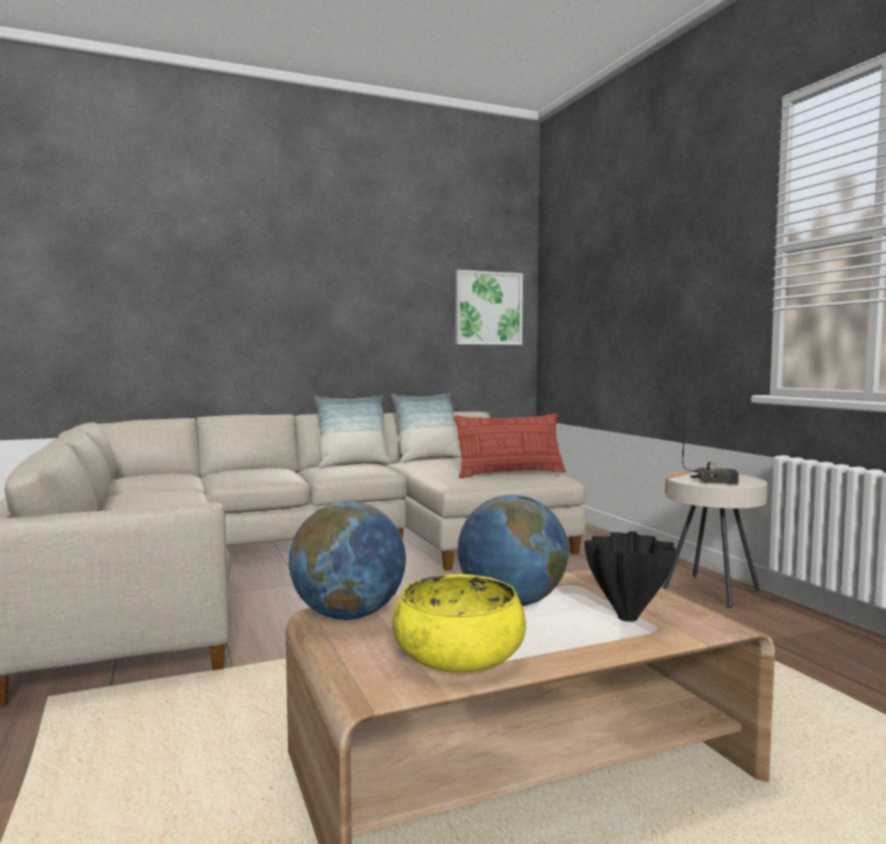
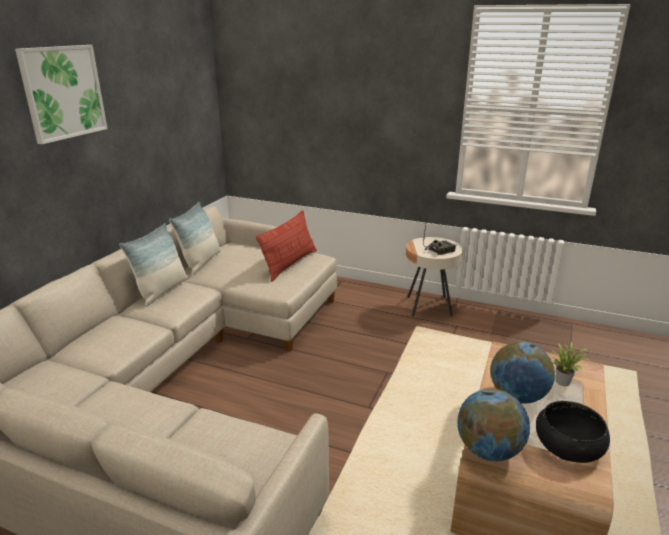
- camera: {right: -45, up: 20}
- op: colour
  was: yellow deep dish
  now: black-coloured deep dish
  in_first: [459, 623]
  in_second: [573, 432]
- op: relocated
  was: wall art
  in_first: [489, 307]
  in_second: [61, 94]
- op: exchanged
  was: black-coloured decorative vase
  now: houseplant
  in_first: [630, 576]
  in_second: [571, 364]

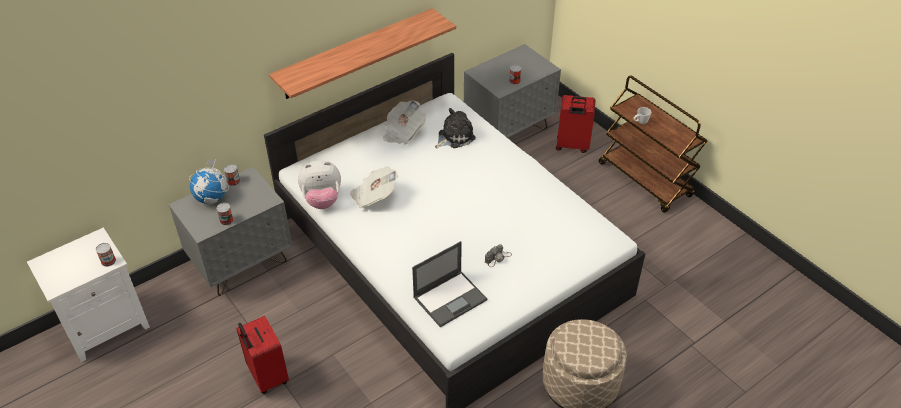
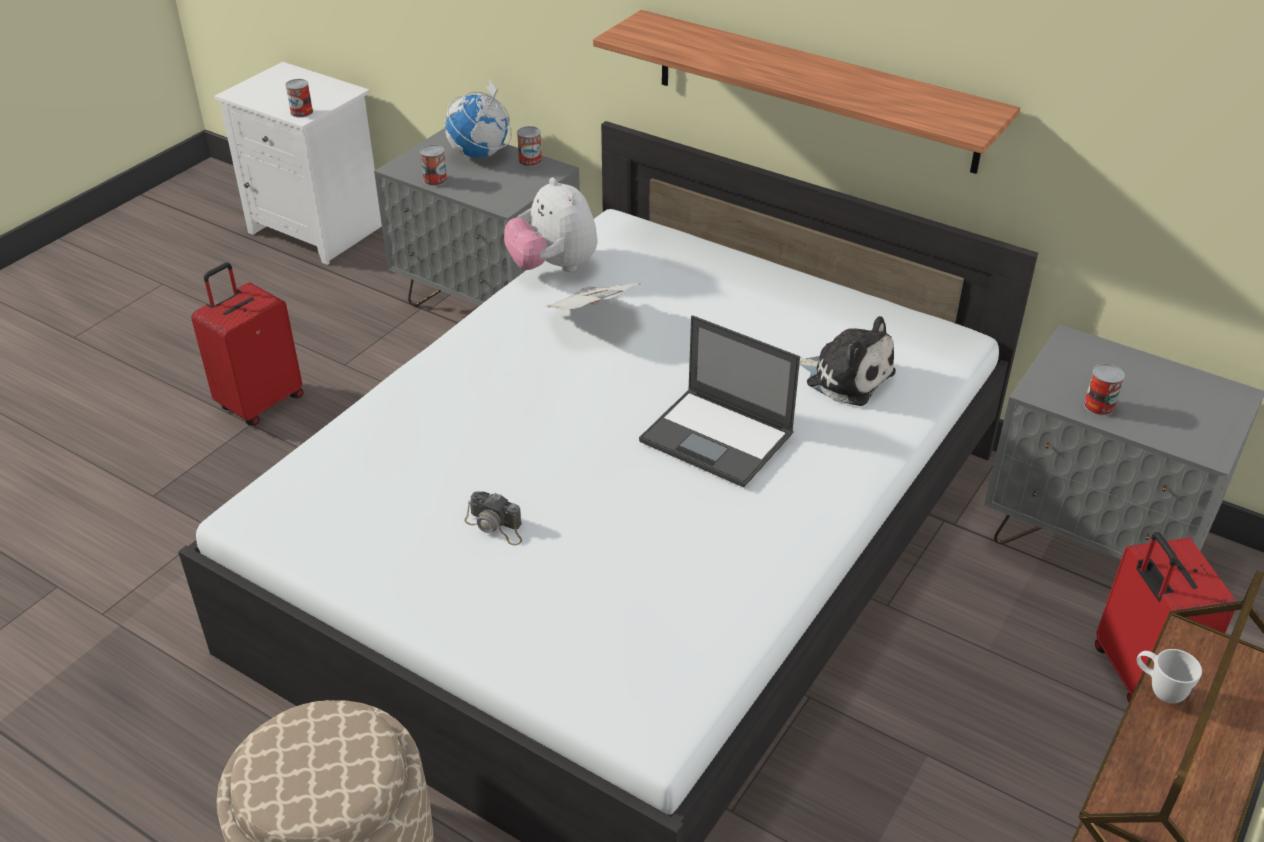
- camera: {right: 70, up: -5}
- op: missing
  was: newspaper
  in_first: [404, 122]
- op: relocated
  was: notebook computer
  in_first: [449, 284]
  in_second: [719, 401]

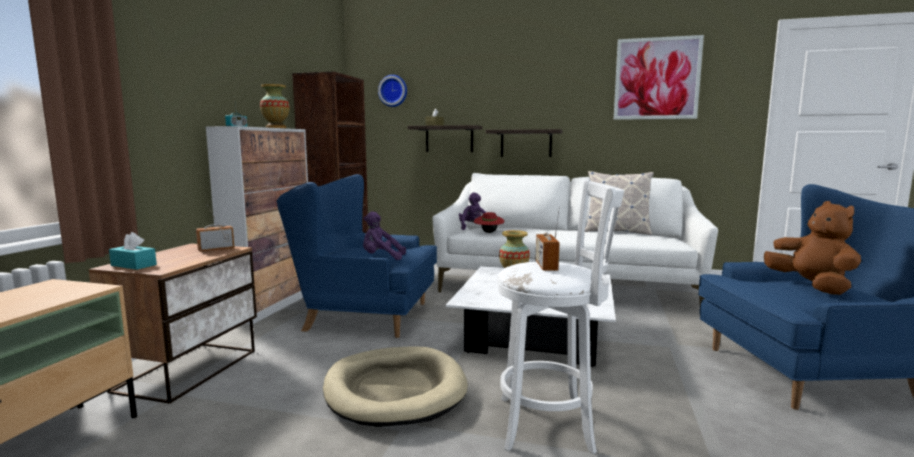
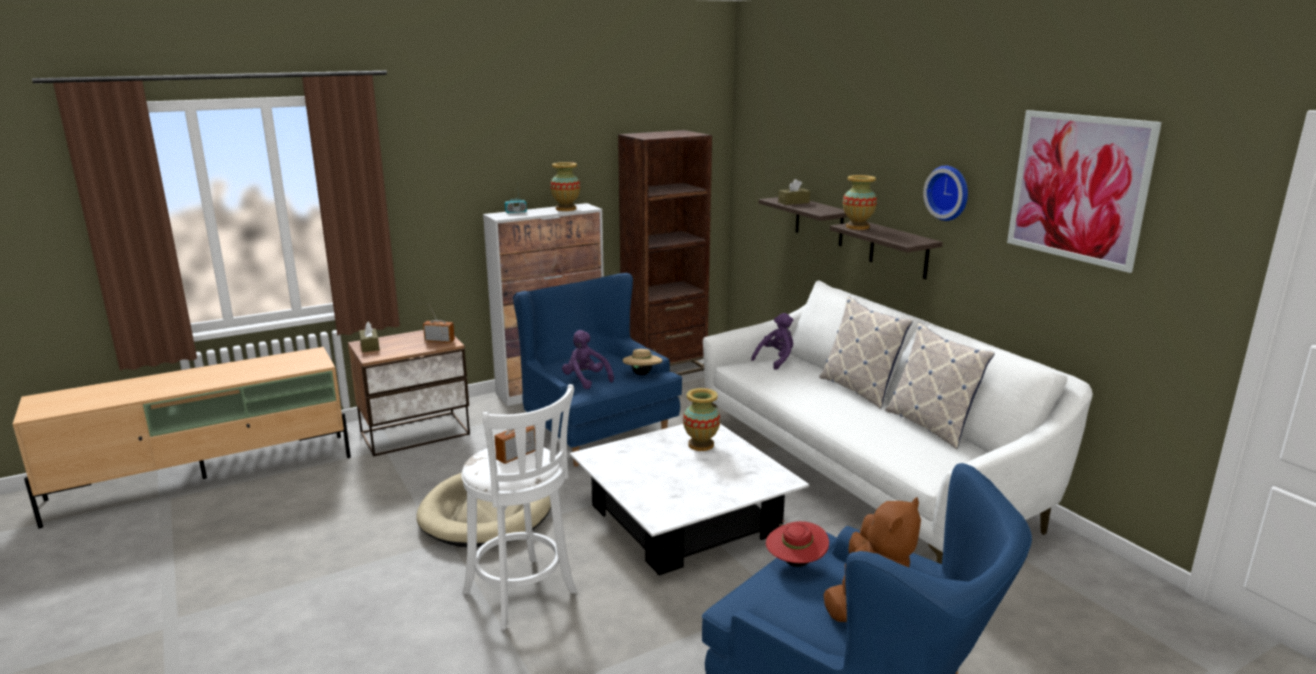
- camera: {right: 45, up: 10}
- op: colour
  was: turquoise box of tissues
  now: brown-coloured box of tissues
  in_first: [133, 251]
  in_second: [369, 337]
- op: relocated
  was: wall clock
  in_first: [392, 91]
  in_second: [945, 193]
- op: relocated
  was: red-coloured hat
  in_first: [489, 222]
  in_second: [797, 543]
- op: appeared
  now: sand-coloured hat
  in_second: [642, 362]
- op: appeared
  now: cushion
  in_second: [865, 352]
- op: appeared
  now: decorative vase
  in_second: [860, 202]

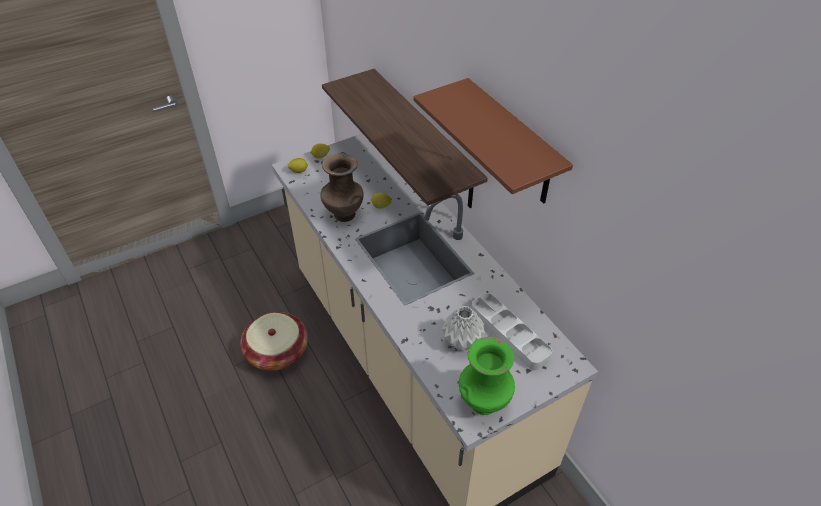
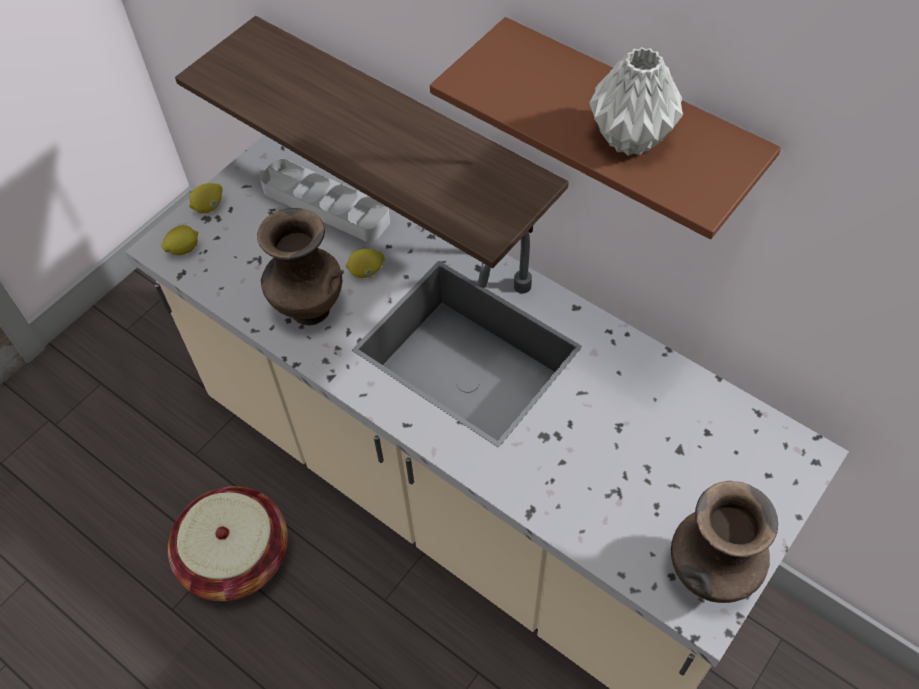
- camera: {right: -20, up: 10}
- op: relocated
  was: grey decorative vase
  in_first: [463, 328]
  in_second: [636, 101]
- op: colour
  was: green decorative vase
  now: brown-coloured decorative vase
  in_first: [487, 376]
  in_second: [724, 542]
- op: relocated
  was: grey serving tray
  in_first: [512, 331]
  in_second: [325, 200]

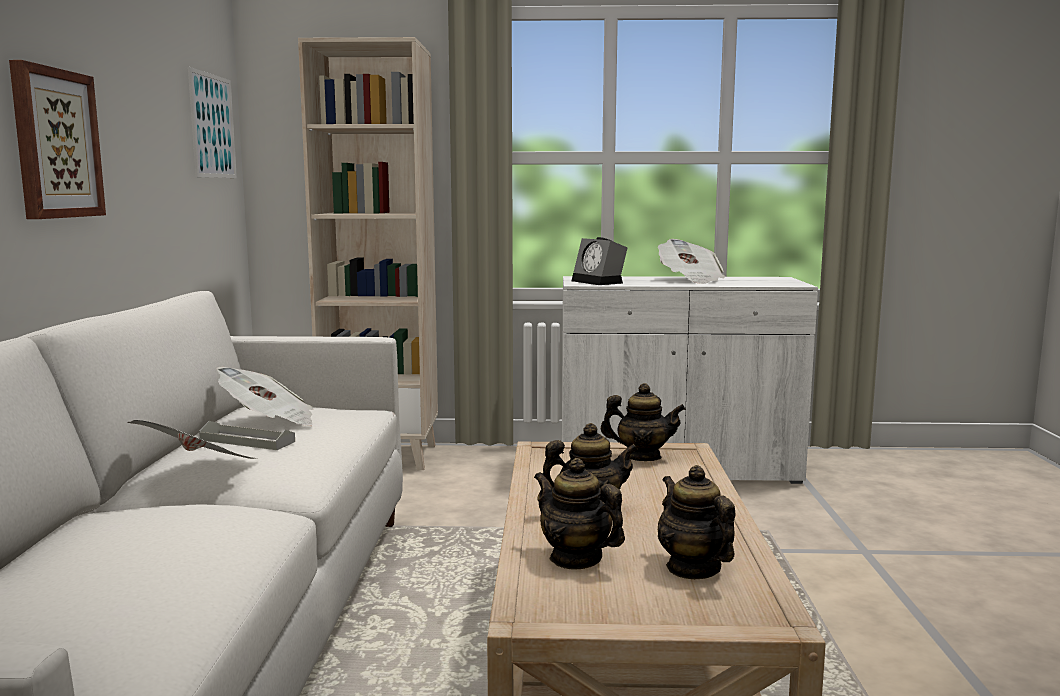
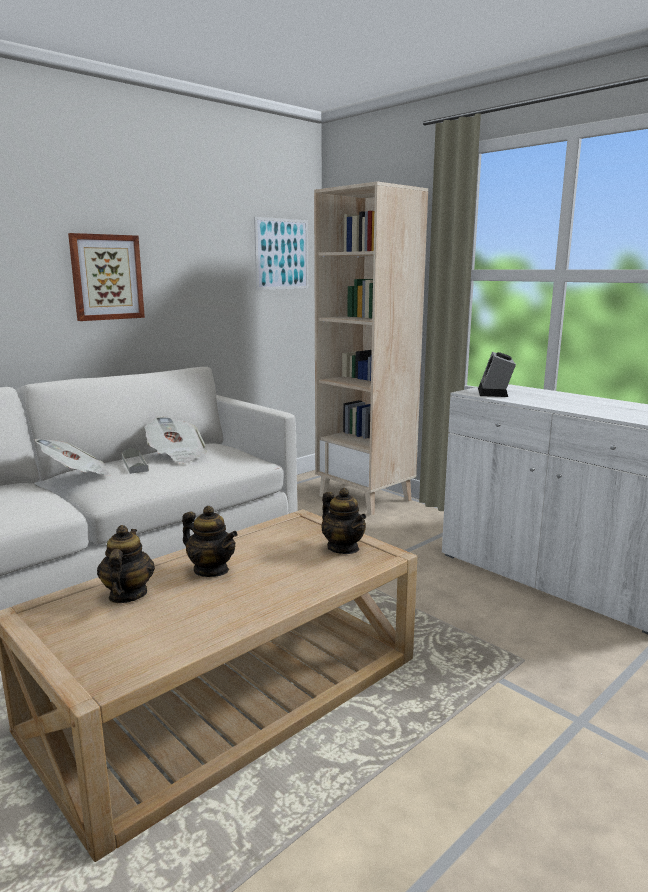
- camera: {right: 45, up: 5}
- op: missing
  was: newspaper
  in_first: [691, 261]
- op: missing
  was: teapot
  in_first: [697, 522]

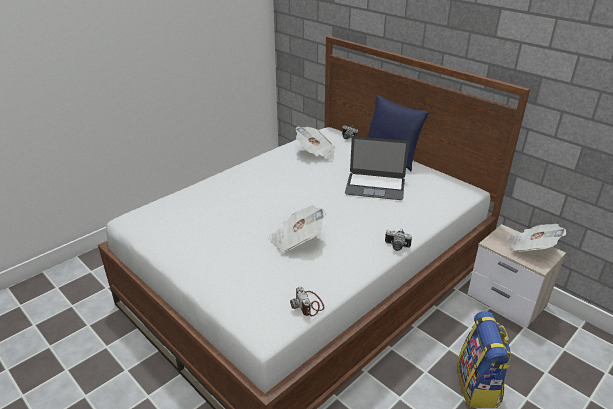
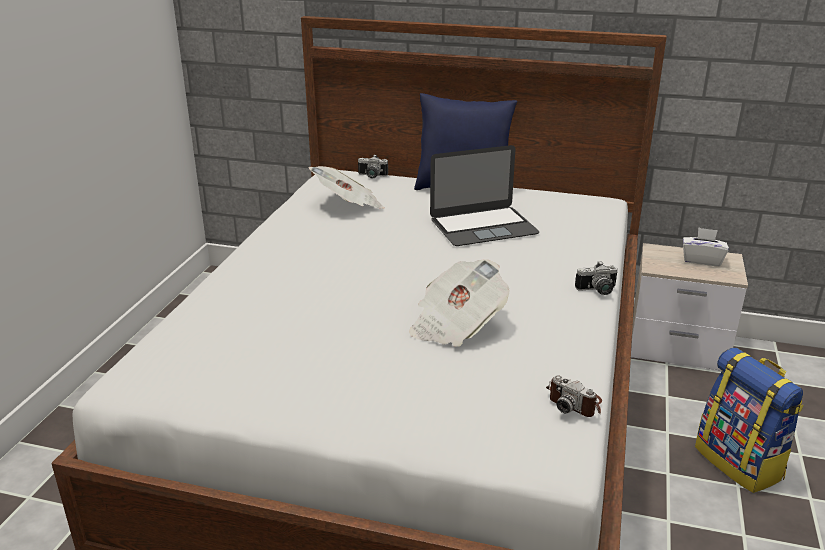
- camera: {right: -30, up: -5}
- op: exchanged
  was: newspaper
  now: white-coloured box of tissues
  in_first: [536, 238]
  in_second: [706, 246]

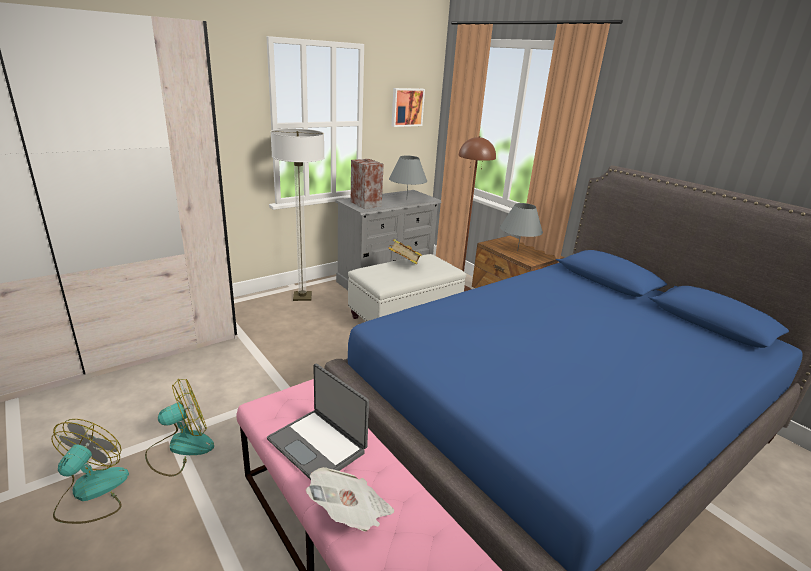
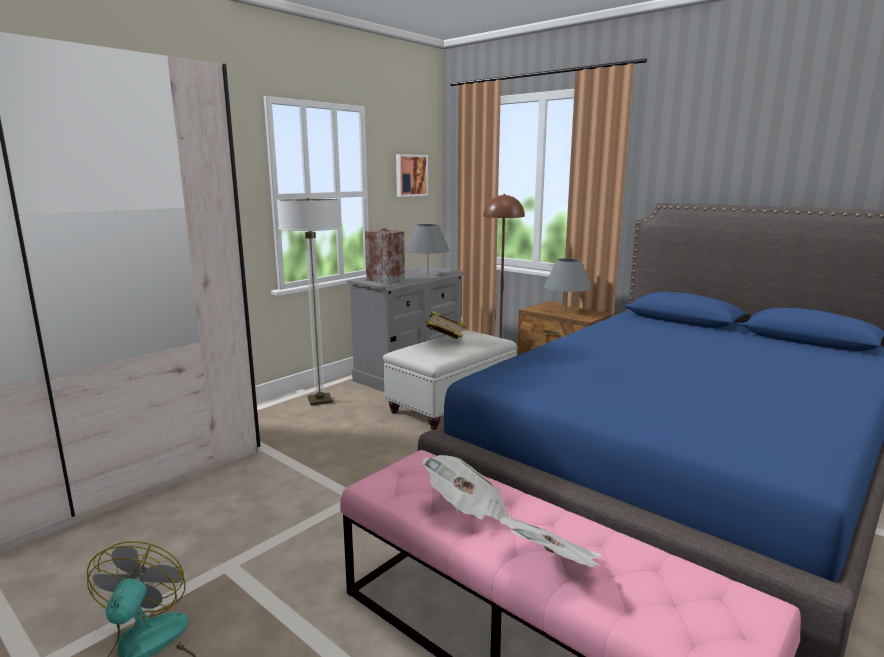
- camera: {right: -10, up: -10}
- op: missing
  was: electric fan
  in_first: [179, 427]
- op: exchanged
  was: notebook computer
  now: newspaper
  in_first: [318, 422]
  in_second: [466, 487]

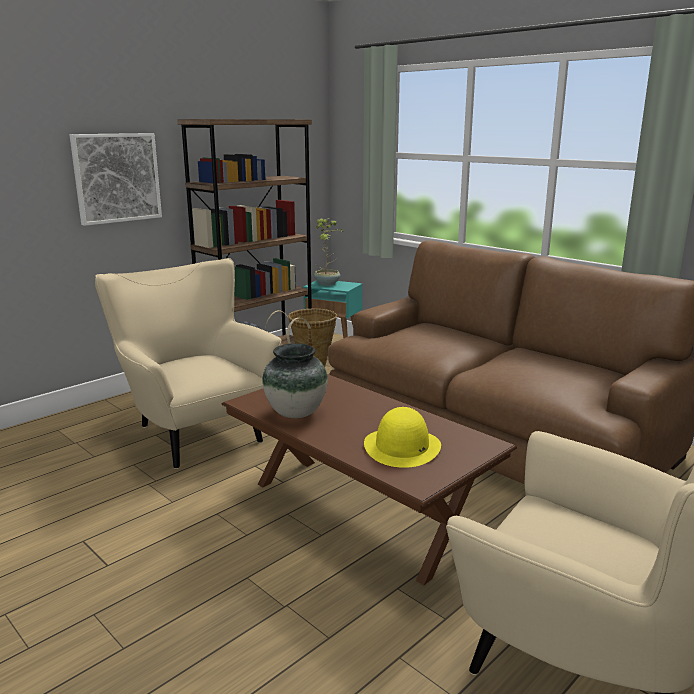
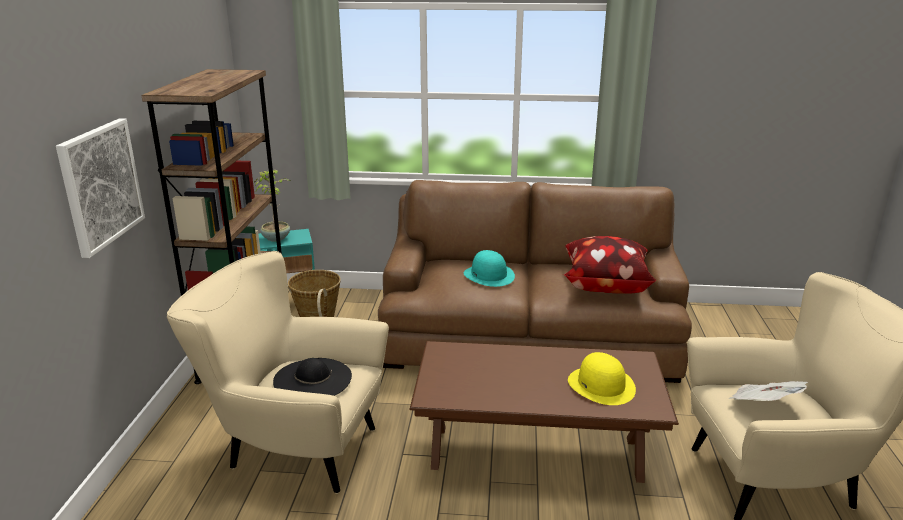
- camera: {right: -40, up: 5}
- op: missing
  was: decorative vase
  in_first: [295, 381]
- op: appeared
  now: black-coloured hat
  in_second: [312, 377]
- op: appeared
  now: turquoise hat
  in_second: [489, 268]
- op: appeared
  now: cushion
  in_second: [609, 265]
- op: appeared
  now: newspaper
  in_second: [768, 391]

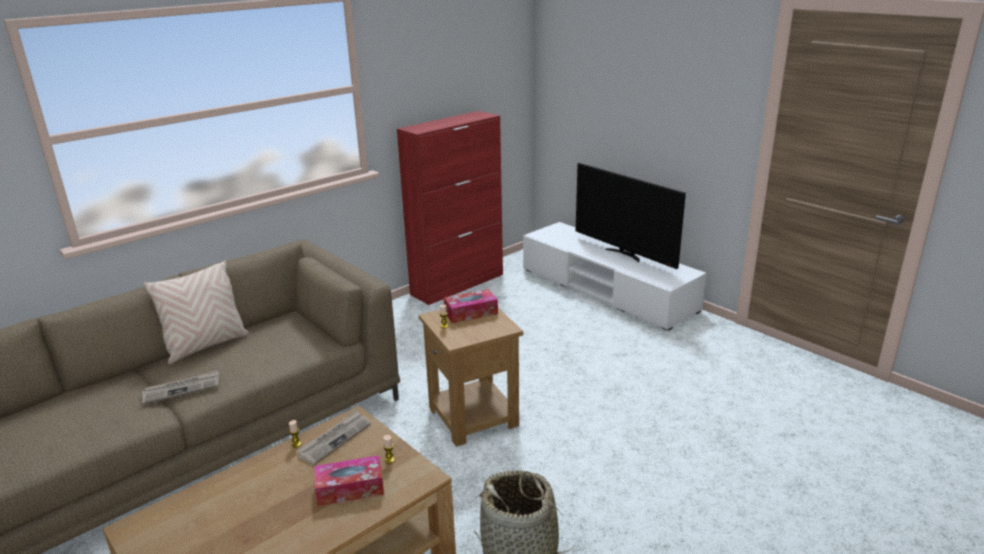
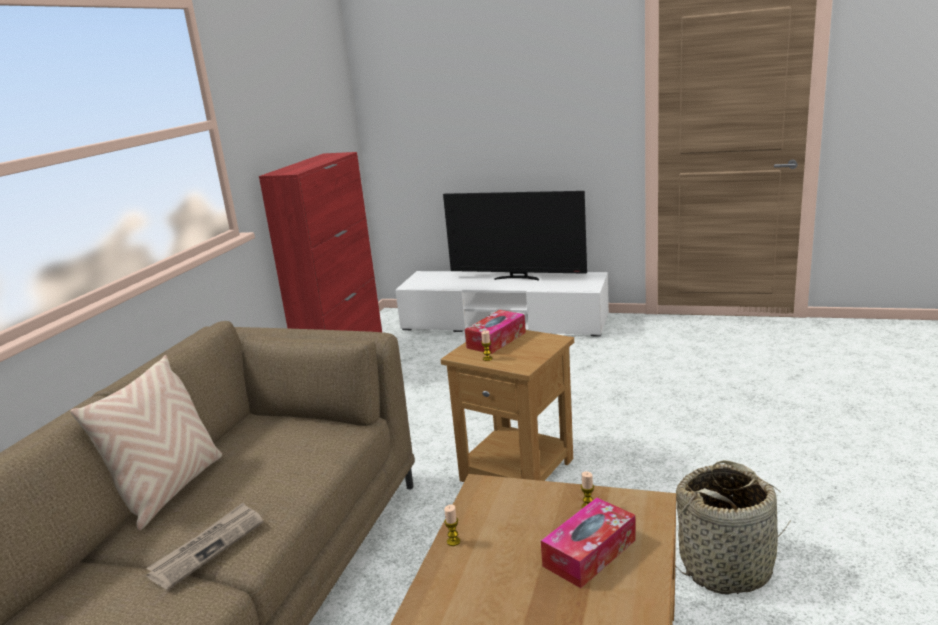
- camera: {right: -30, up: -5}
- op: missing
  was: newspaper
  in_first: [334, 437]

